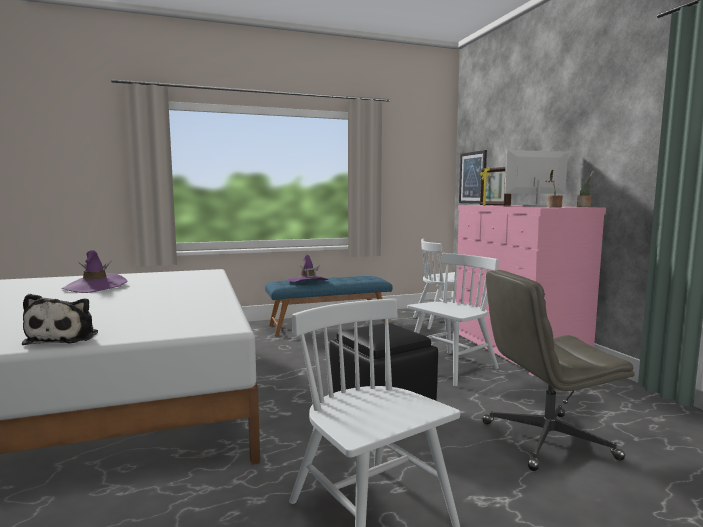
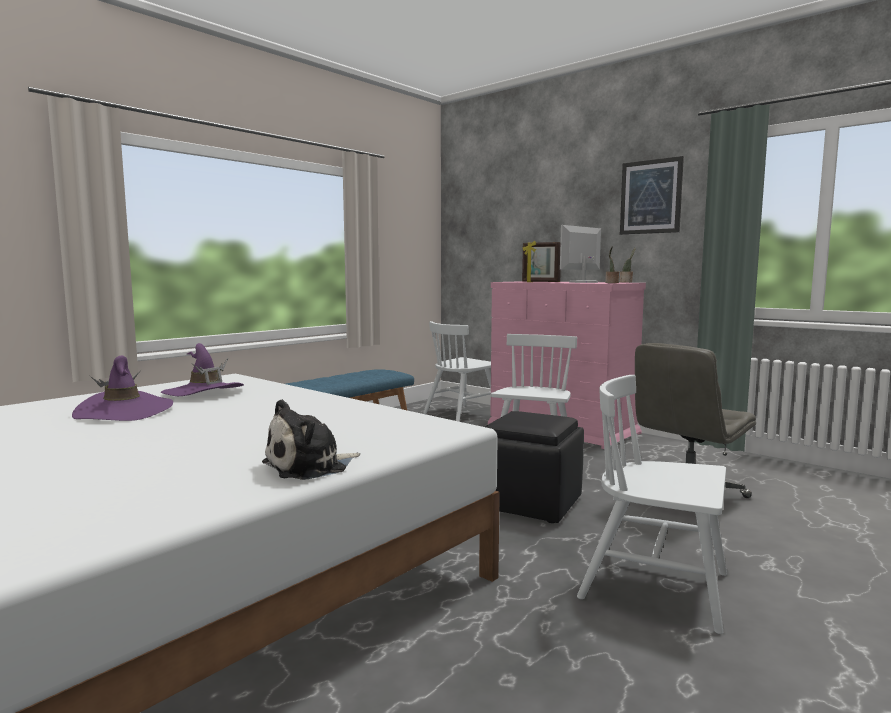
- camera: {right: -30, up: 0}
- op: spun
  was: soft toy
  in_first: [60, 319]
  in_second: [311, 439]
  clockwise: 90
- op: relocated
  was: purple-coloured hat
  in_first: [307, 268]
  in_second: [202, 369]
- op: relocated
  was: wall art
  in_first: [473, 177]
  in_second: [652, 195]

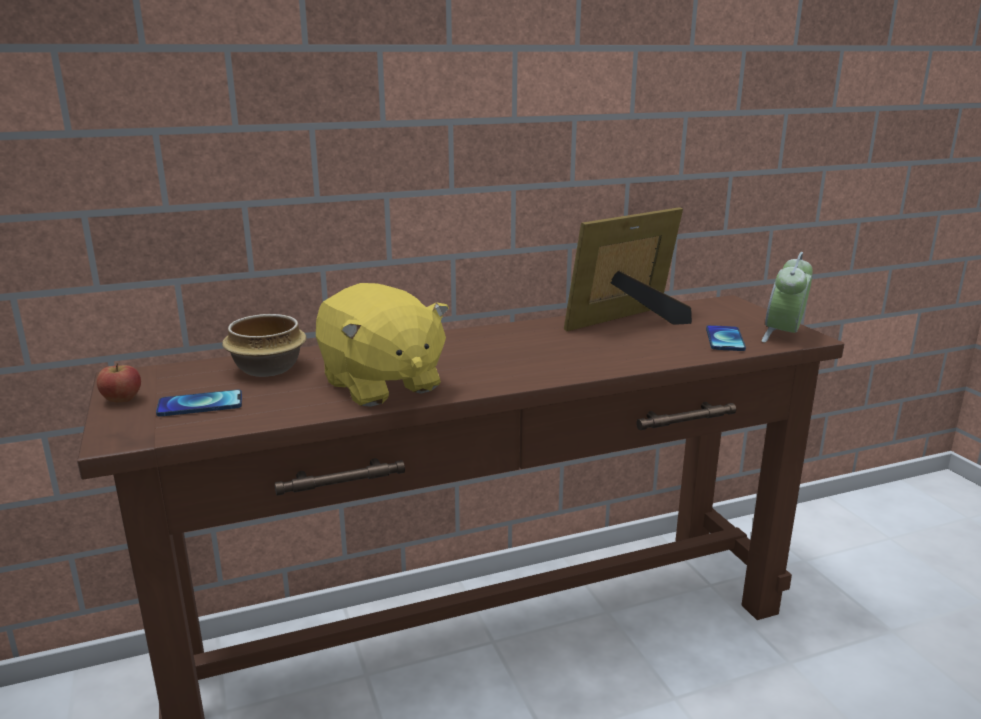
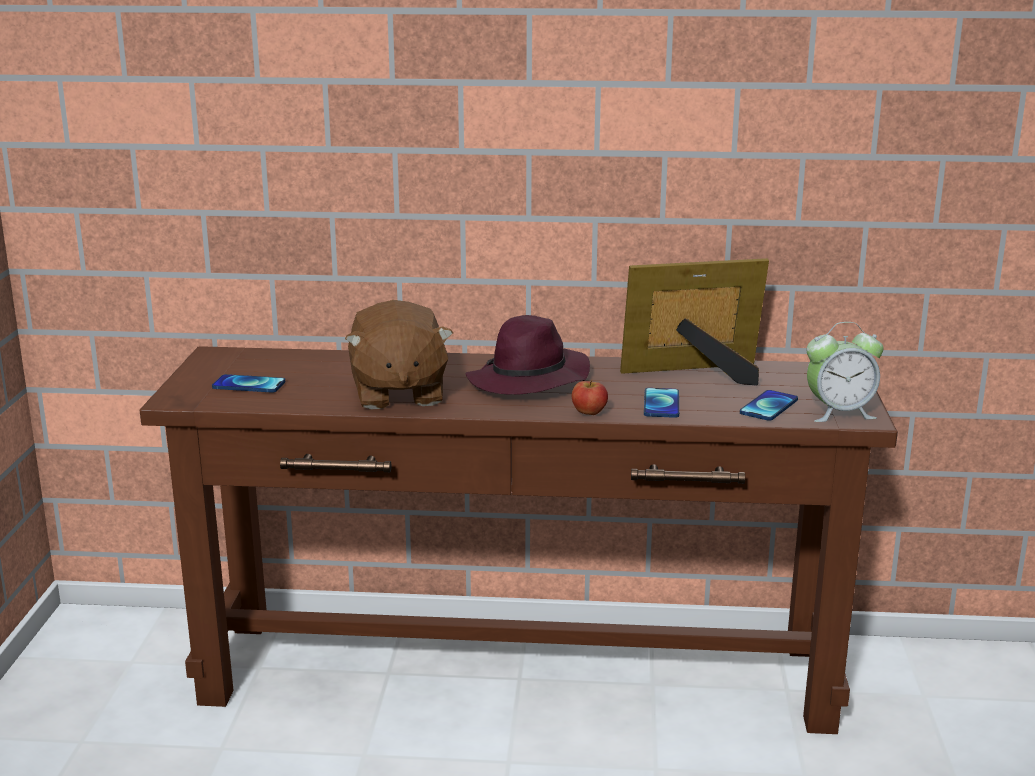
- camera: {right: 25, up: 0}
- op: relocated
  was: apple
  in_first: [119, 382]
  in_second: [590, 397]
- op: missing
  was: deep dish
  in_first: [264, 345]
- op: colour
  was: yellow soft toy
  now: brown-coloured soft toy
  in_first: [382, 345]
  in_second: [399, 354]
- op: spun
  was: alarm clock
  in_first: [787, 297]
  in_second: [845, 372]
  clockwise: -150
- op: appeared
  now: purple-coloured hat
  in_second: [527, 355]
- op: appeared
  now: handset
  in_second: [661, 403]

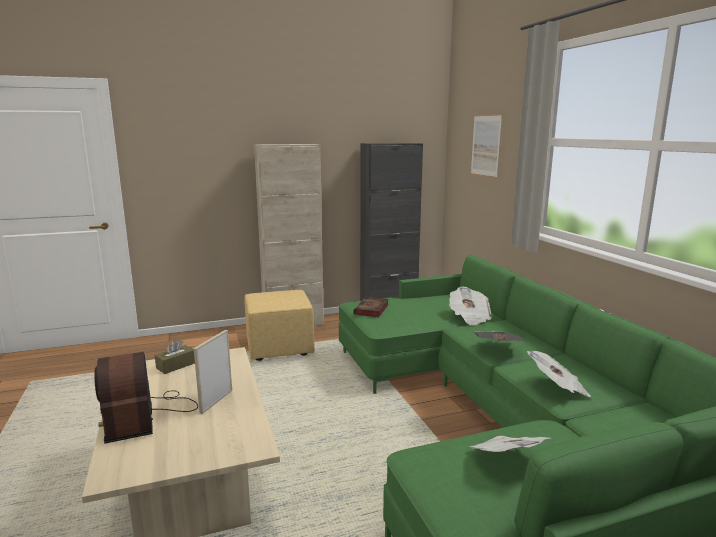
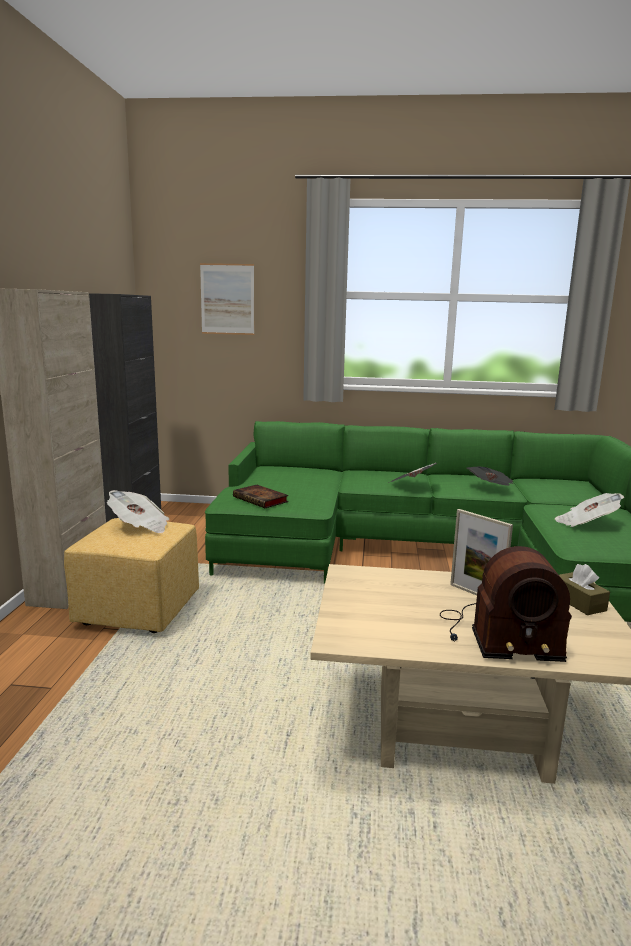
- camera: {right: -65, up: 0}
- op: relocated
  was: brown-coloured box of tissues
  in_first: [175, 356]
  in_second: [584, 589]
- op: relocated
  was: newspaper
  in_first: [470, 306]
  in_second: [138, 511]

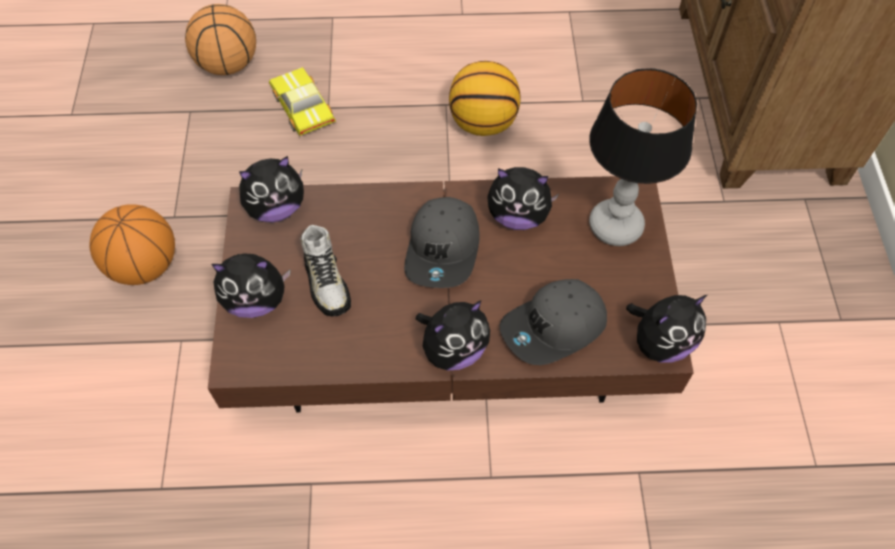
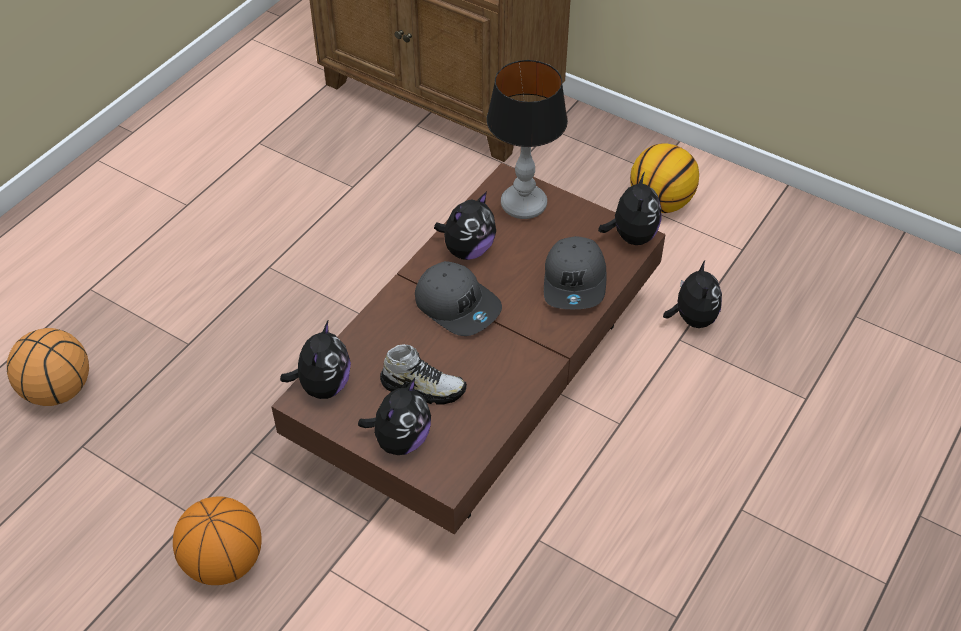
- camera: {right: -55, up: -10}
- op: missing
  was: model car
  in_first: [302, 101]
- op: relocated
  was: soft toy
  in_first: [453, 335]
  in_second: [692, 294]
- op: relocated
  was: basketball ball
  in_first: [485, 98]
  in_second: [664, 178]

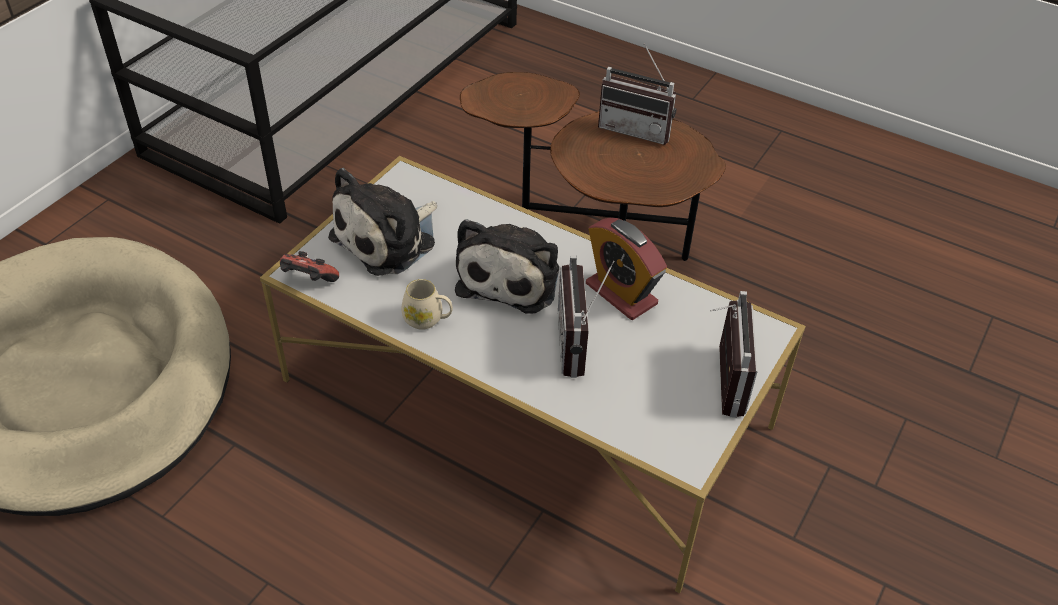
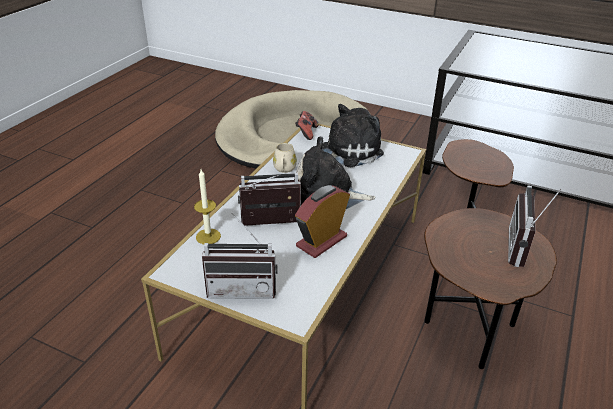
- camera: {right: 85, up: -10}
- op: spun
  was: soft toy
  in_first: [382, 222]
  in_second: [353, 135]
  clockwise: 105
- op: appeared
  now: wax candle
  in_second: [207, 206]

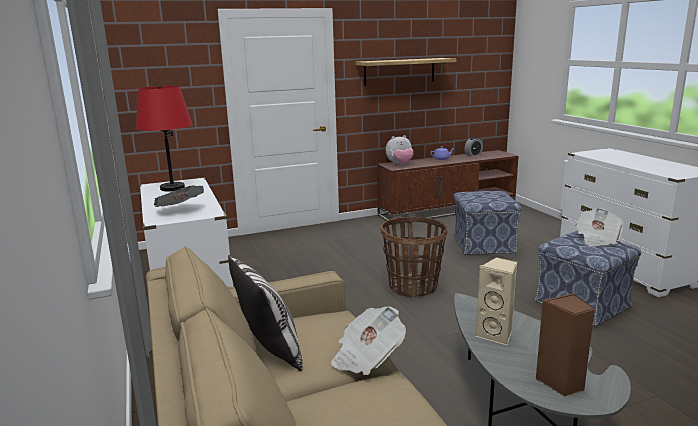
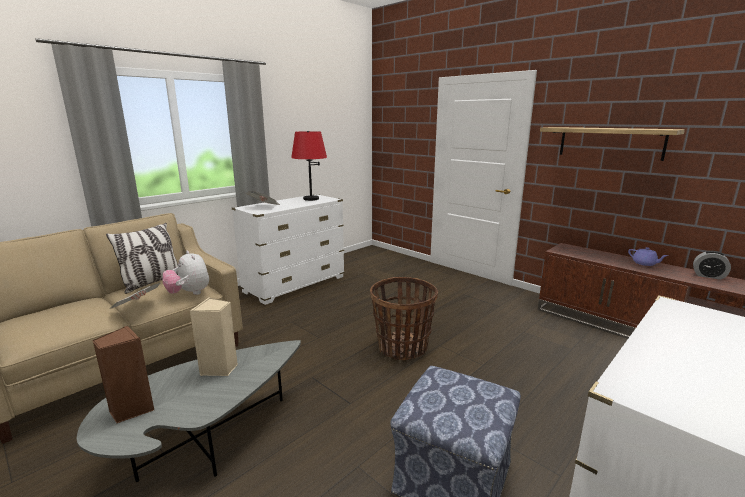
- camera: {right: 65, up: 0}
- op: relocated
  was: soft toy
  in_first: [400, 150]
  in_second: [185, 273]
- op: missing
  was: footrest
  in_first: [488, 223]
- op: missing
  was: newspaper
  in_first: [599, 227]

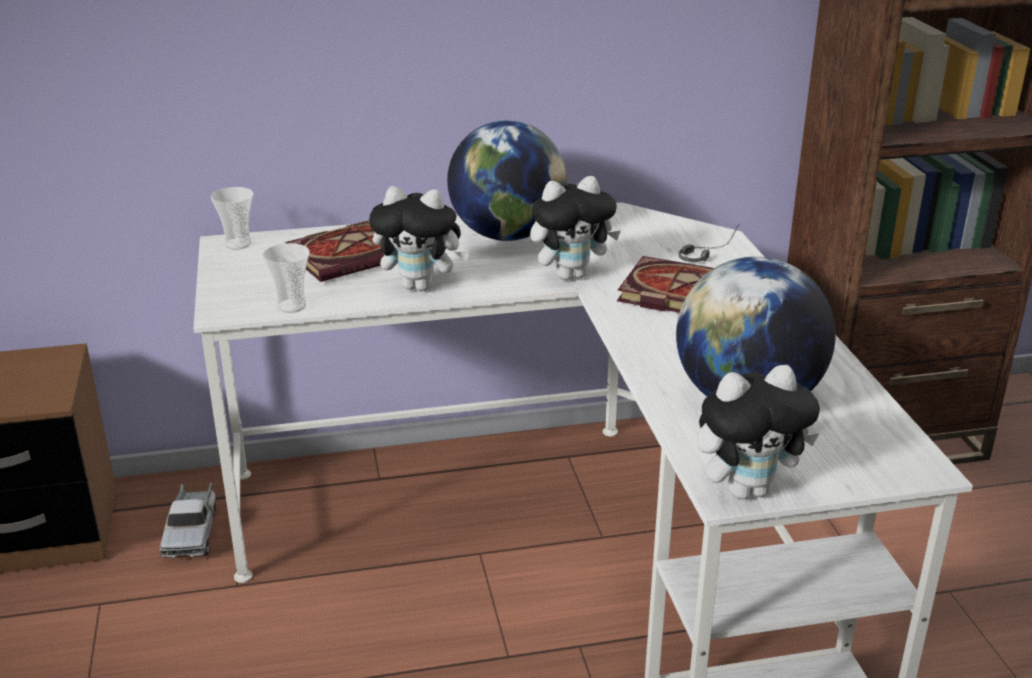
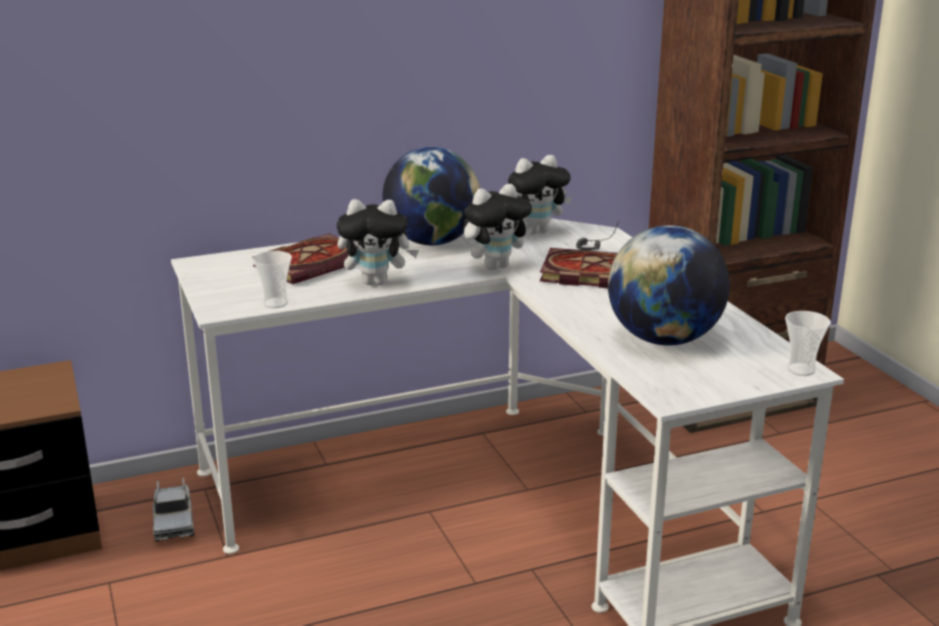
- camera: {right: -10, up: -5}
- op: relocated
  was: drinking cup
  in_first: [232, 218]
  in_second: [808, 343]
- op: relocated
  was: soft toy
  in_first: [758, 432]
  in_second: [540, 195]

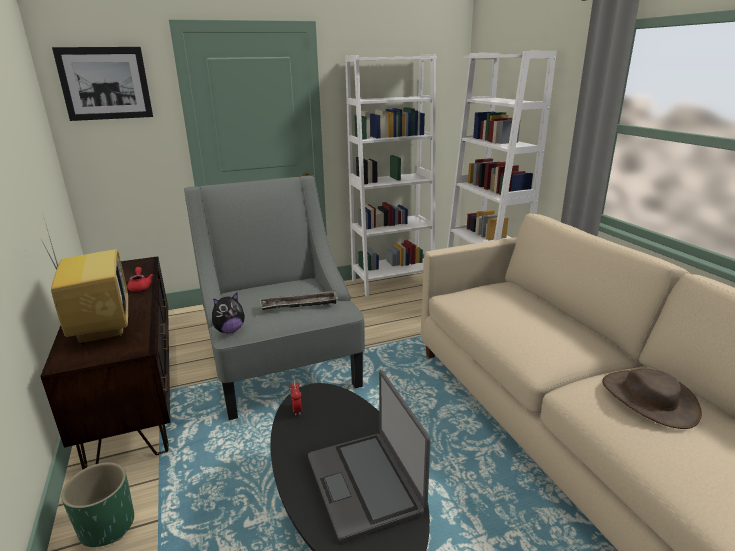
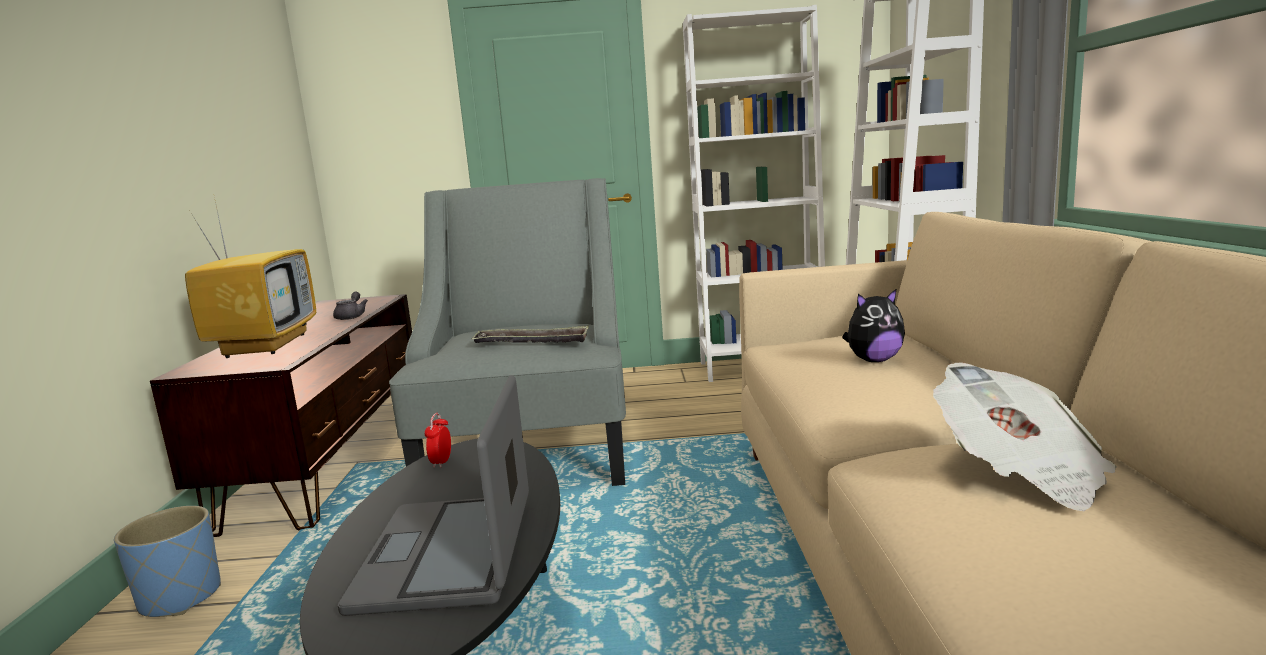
- camera: {right: 20, up: -10}
- op: missing
  was: wall art
  in_first: [102, 84]
- op: colour
  was: green planter
  now: blue planter
  in_first: [97, 504]
  in_second: [167, 561]
- op: colour
  was: red-coloured teapot
  now: grey teapot
  in_first: [140, 279]
  in_second: [350, 306]
- op: relocated
  was: soft toy
  in_first: [228, 313]
  in_second: [873, 325]
- op: exchanged
  was: brown-coloured hat
  now: newspaper
  in_first: [652, 399]
  in_second: [1024, 437]

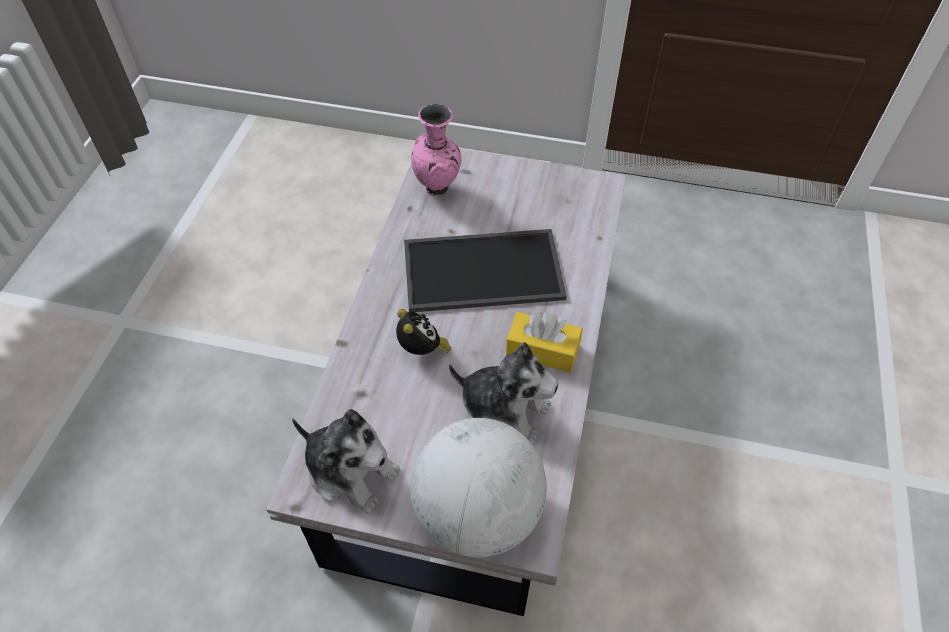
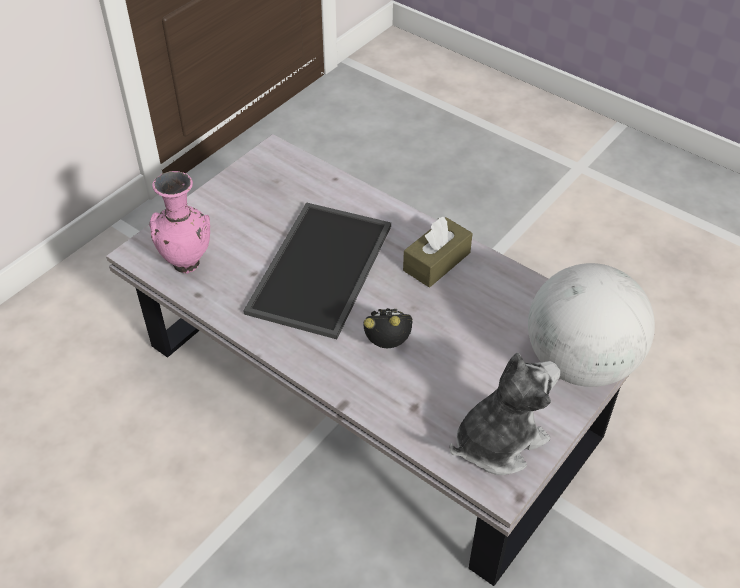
- camera: {right: -65, up: -5}
- op: missing
  was: soft toy
  in_first: [503, 393]
- op: colour
  was: yellow box of tissues
  now: brown-coloured box of tissues
  in_first: [544, 342]
  in_second: [438, 251]

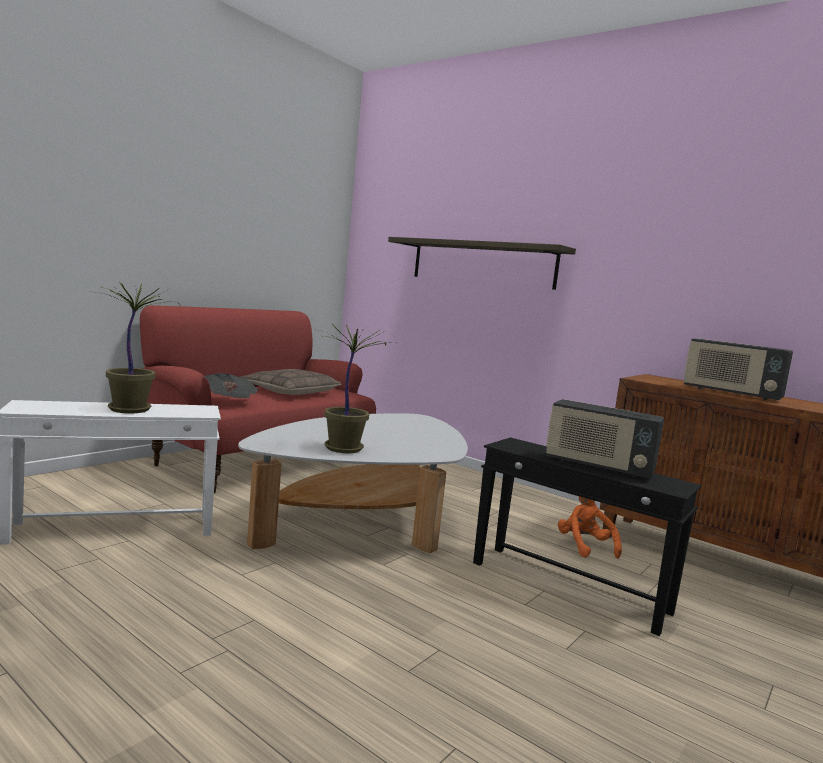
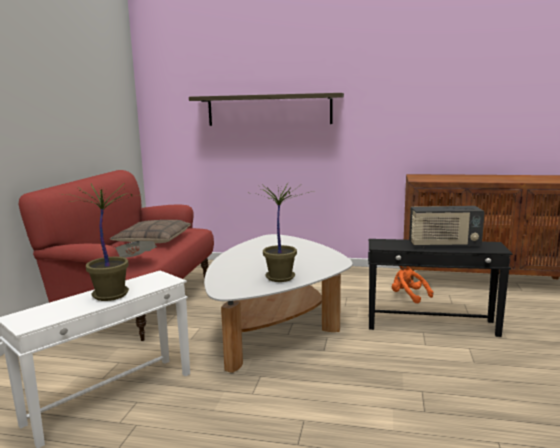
- camera: {right: -25, up: 5}
- op: missing
  was: radio set
  in_first: [738, 370]

